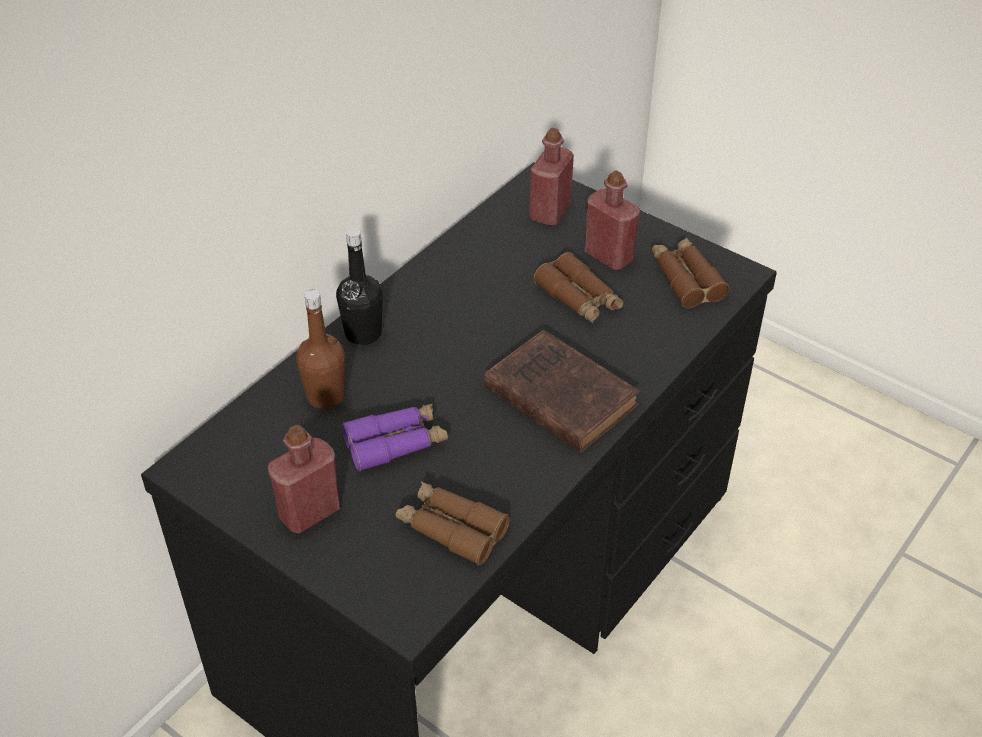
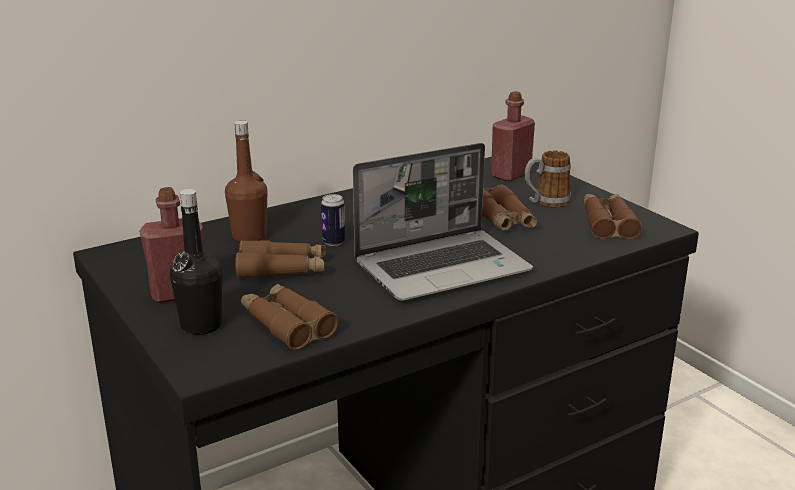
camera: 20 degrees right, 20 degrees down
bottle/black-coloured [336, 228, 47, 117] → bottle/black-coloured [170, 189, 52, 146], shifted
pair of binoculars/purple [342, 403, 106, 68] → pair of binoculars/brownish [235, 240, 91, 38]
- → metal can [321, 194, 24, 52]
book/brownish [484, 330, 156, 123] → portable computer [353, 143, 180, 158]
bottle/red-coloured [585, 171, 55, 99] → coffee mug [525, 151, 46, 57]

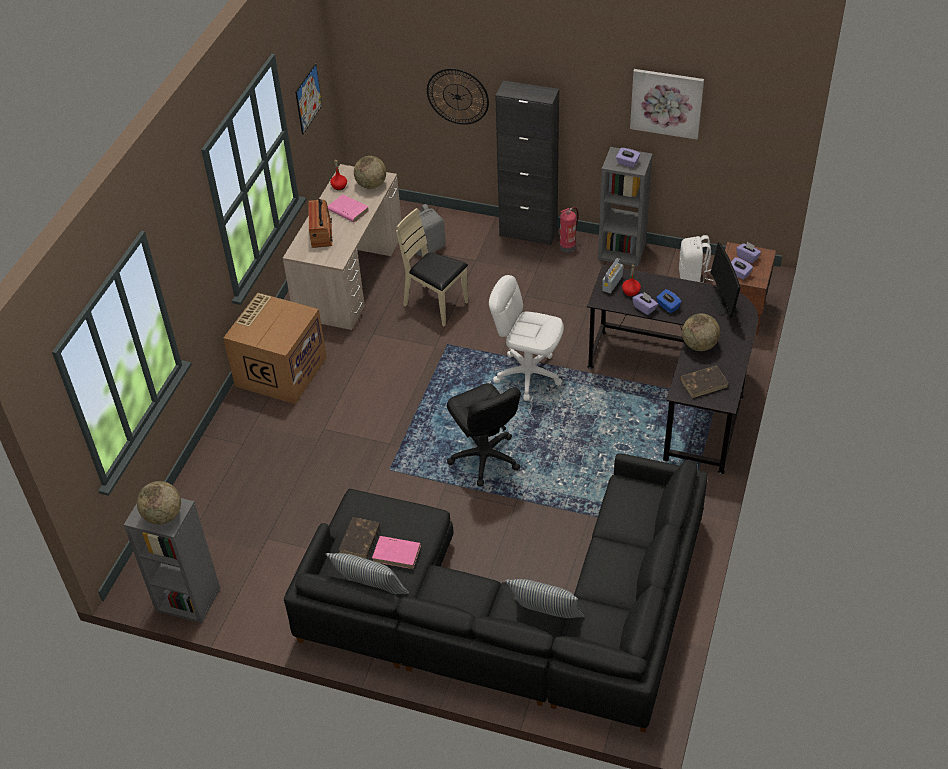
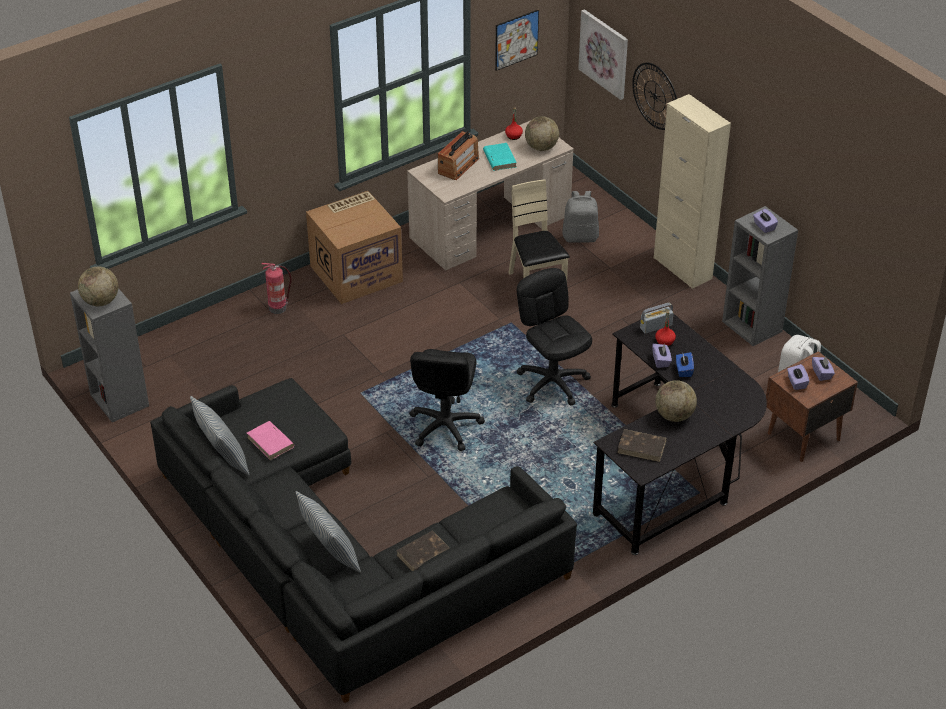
camera: 35 degrees right, 5 degrees down
extinguisher [560, 207, 19, 46] → extinguisher [261, 263, 31, 51], shifted
book/brownish [339, 517, 41, 42] → book/brownish [396, 531, 54, 40], shifted
book/pink-coloured [328, 194, 41, 29] → book/turquoise [483, 143, 34, 28]
office chair/white-coloured [489, 275, 75, 126] → office chair/black-coloured [516, 268, 76, 138]
wall art [630, 69, 74, 71] → wall art [578, 9, 50, 91], shifted
storage cabinet/black-coloured [495, 80, 64, 166] → storage cabinet/beige-coloured [654, 94, 77, 195]
computer display [710, 242, 31, 76] → -

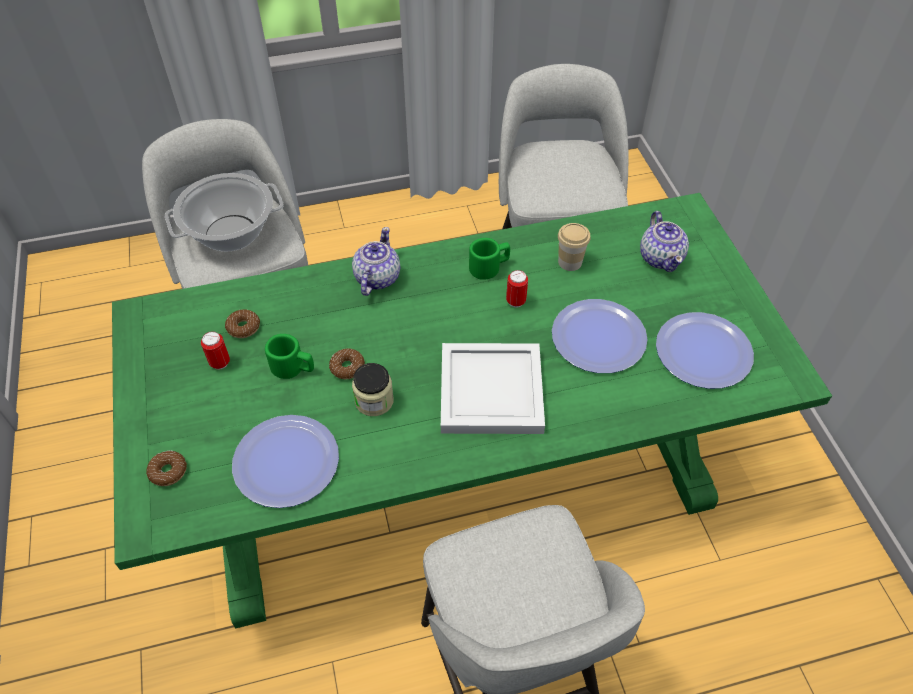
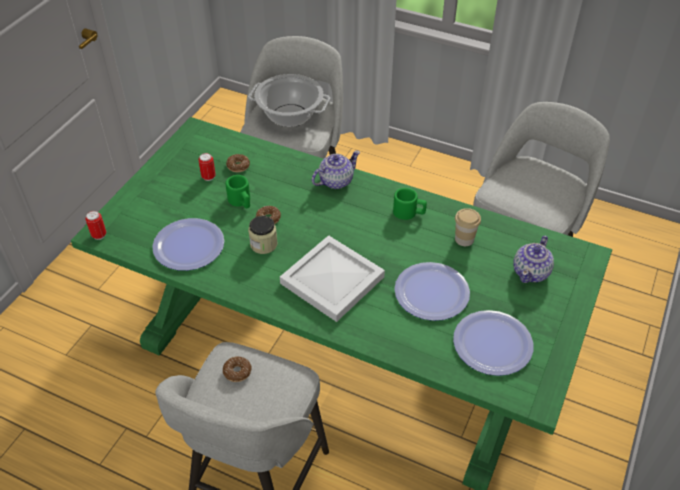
camera: 40 degrees right, 5 degrees down
metal can [506, 270, 22, 38] → metal can [85, 211, 21, 29], shifted
ring doughnut [146, 451, 41, 35] → ring doughnut [223, 356, 29, 26], shifted

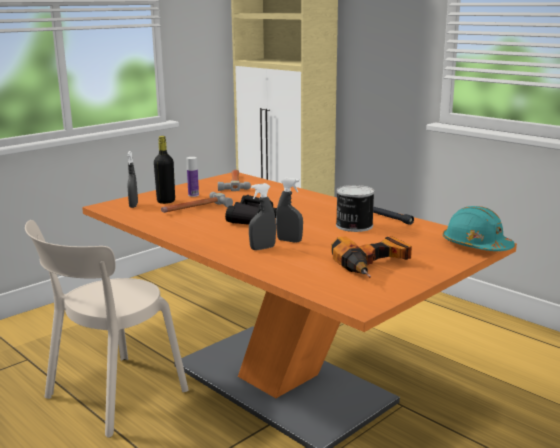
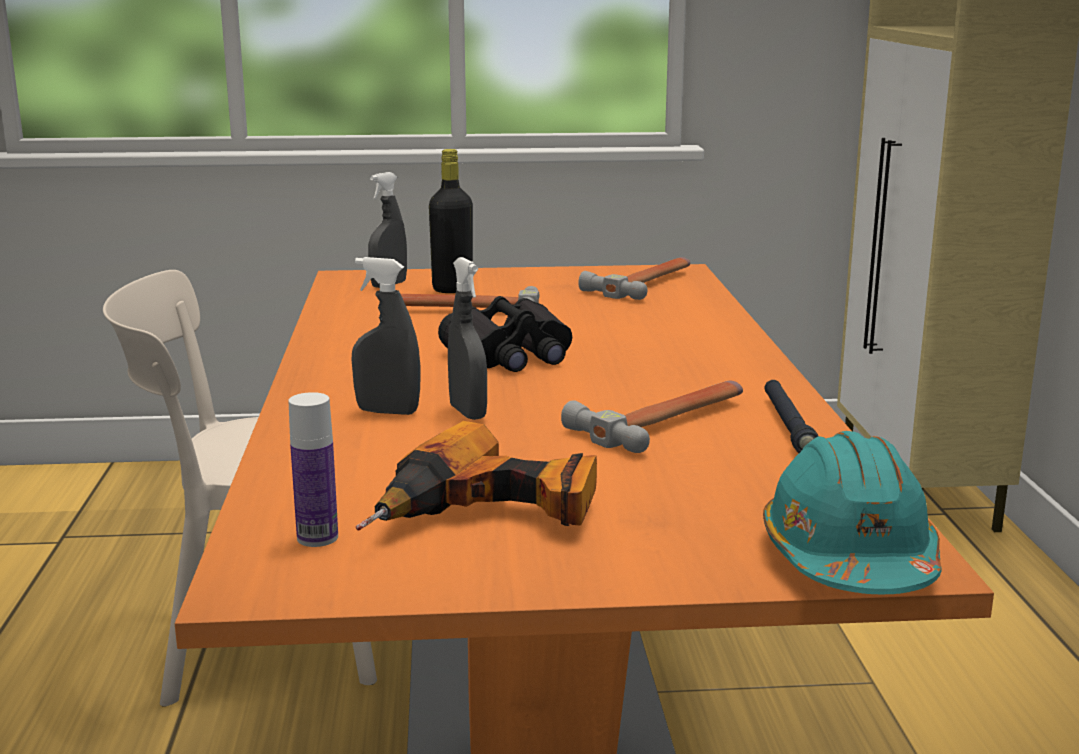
camera: 40 degrees right, 0 degrees up
bottle [187, 157, 12, 40] → bottle [288, 392, 50, 155], shifted
metal can [336, 185, 38, 47] → hand hammer [561, 381, 182, 72]

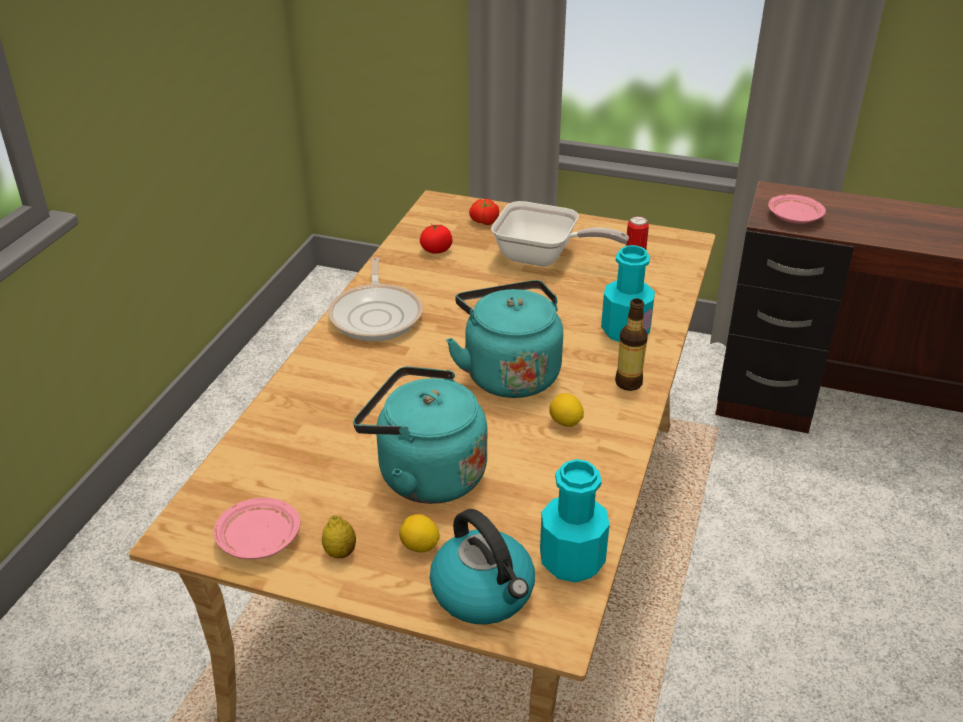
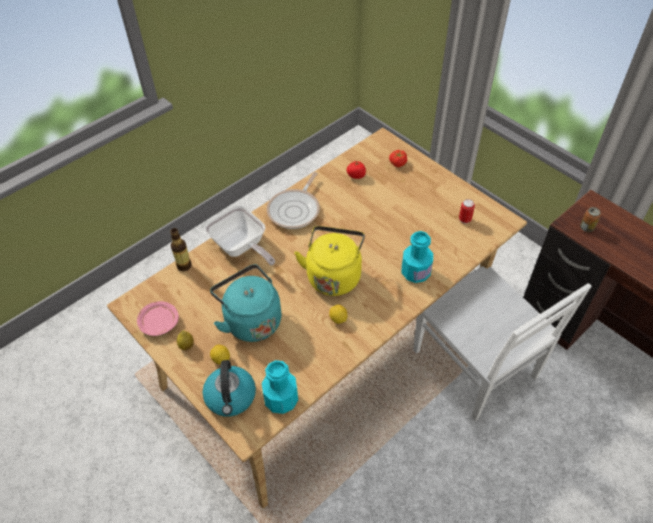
camera: 30 degrees right, 15 degrees up
bottle [615, 299, 33, 92] → bottle [170, 228, 22, 43], shifted
frying pan [491, 201, 138, 65] → frying pan [205, 205, 70, 61], shifted
tea kettle/turquoise [446, 280, 117, 118] → tea kettle/yellow [294, 226, 71, 70]
- → chair/white-coloured [413, 266, 179, 155]
plate/pink-coloured [768, 195, 58, 29] → metal can [580, 207, 21, 25]

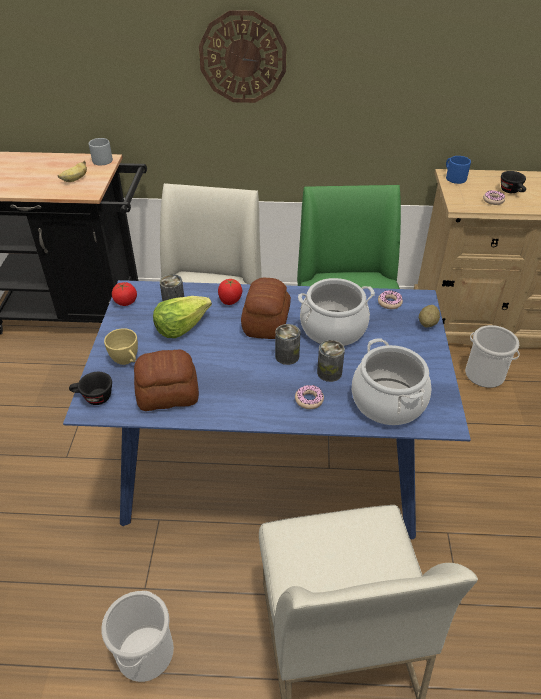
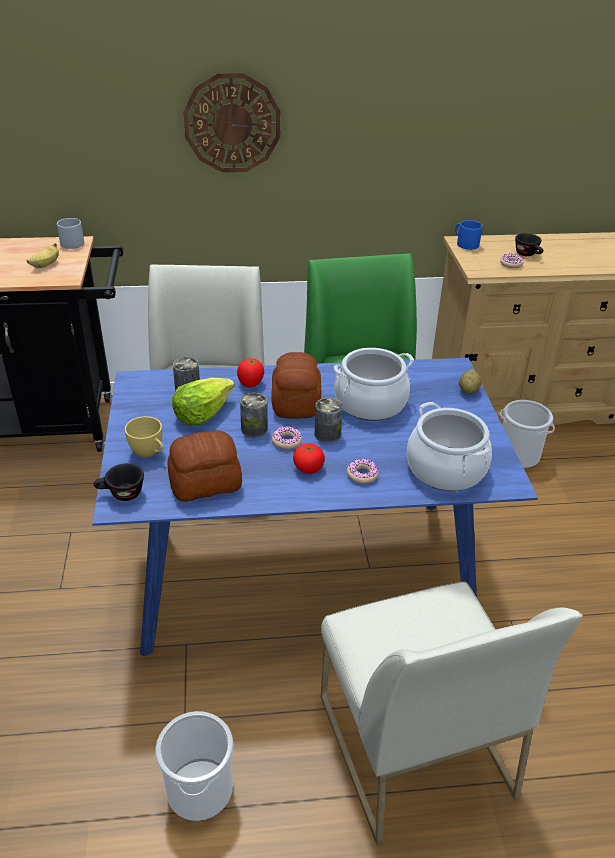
camera: 10 degrees left, 5 degrees down
metal can [317, 340, 28, 42] → metal can [240, 393, 28, 44], shifted
ring doughnut [378, 290, 25, 19] → ring doughnut [272, 426, 30, 24], shifted
fresh tomato [112, 282, 25, 24] → fresh tomato [293, 443, 32, 31], shifted

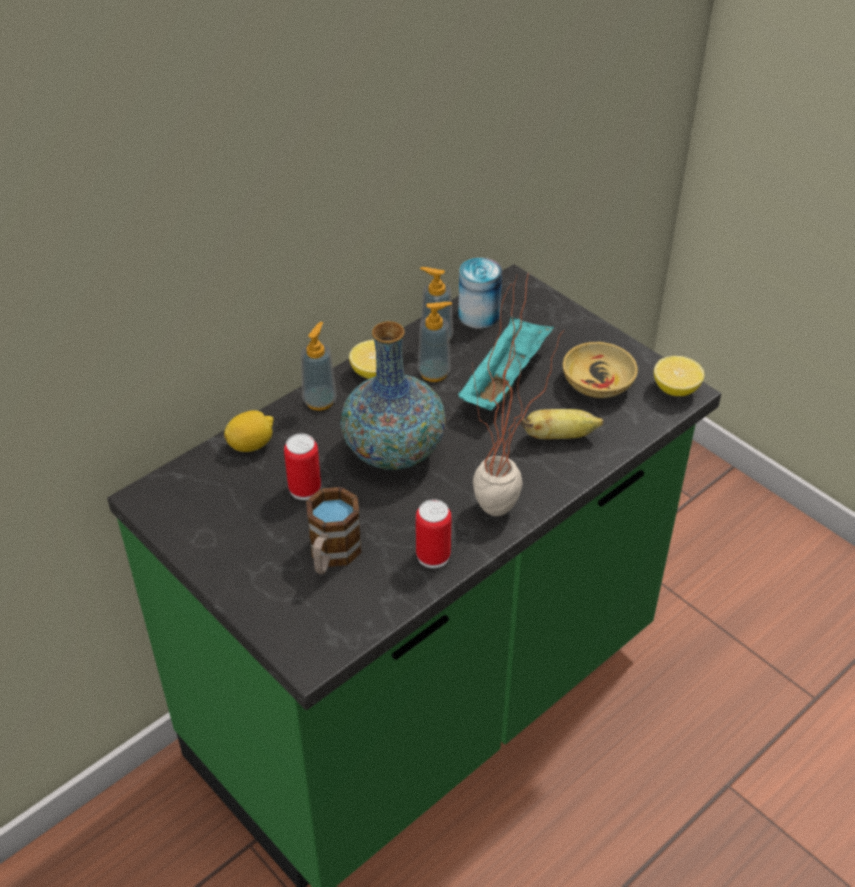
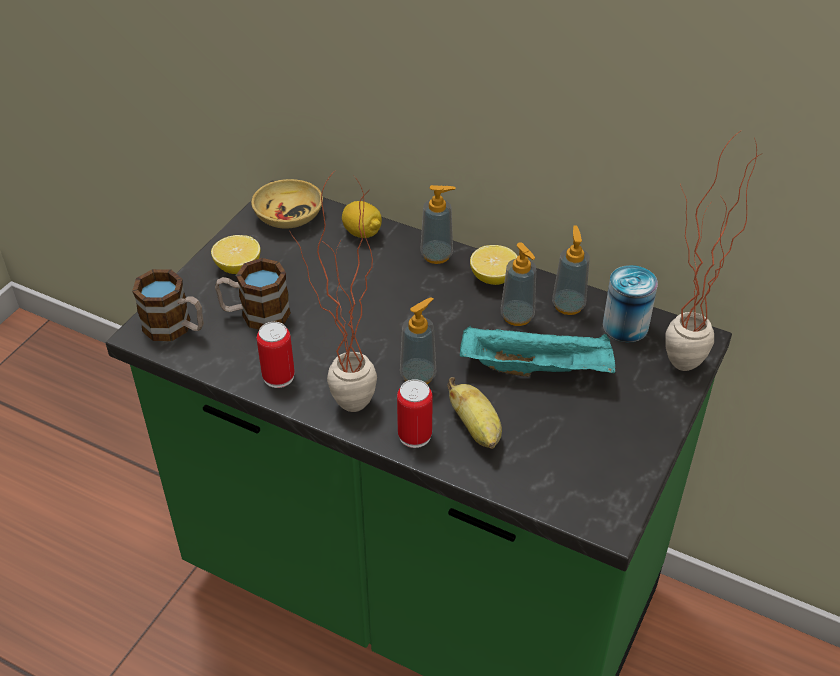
camera: 70 degrees right, 0 degrees up
- → coffee mug [132, 269, 72, 72]
citrus fruit [654, 356, 50, 40] → citrus fruit [211, 235, 49, 39], shifted
serving bowl/beige-coloured [562, 342, 76, 56] → serving bowl/beige-coloured [251, 179, 72, 50], shifted
metal can [284, 433, 37, 67] → metal can [397, 379, 36, 69], shifted
- → soap bottle [400, 297, 37, 87]
- → houseplant [665, 130, 98, 241]
vase [340, 321, 105, 149] → -

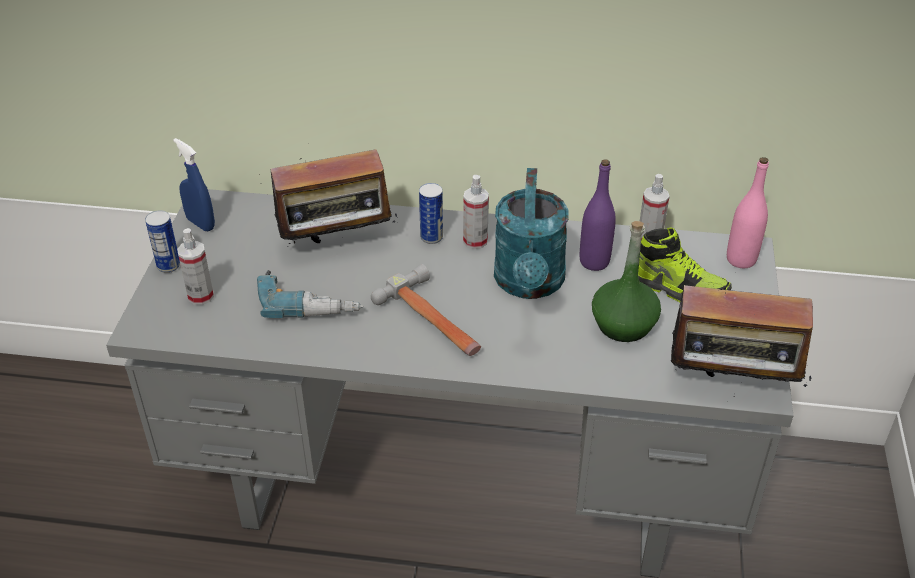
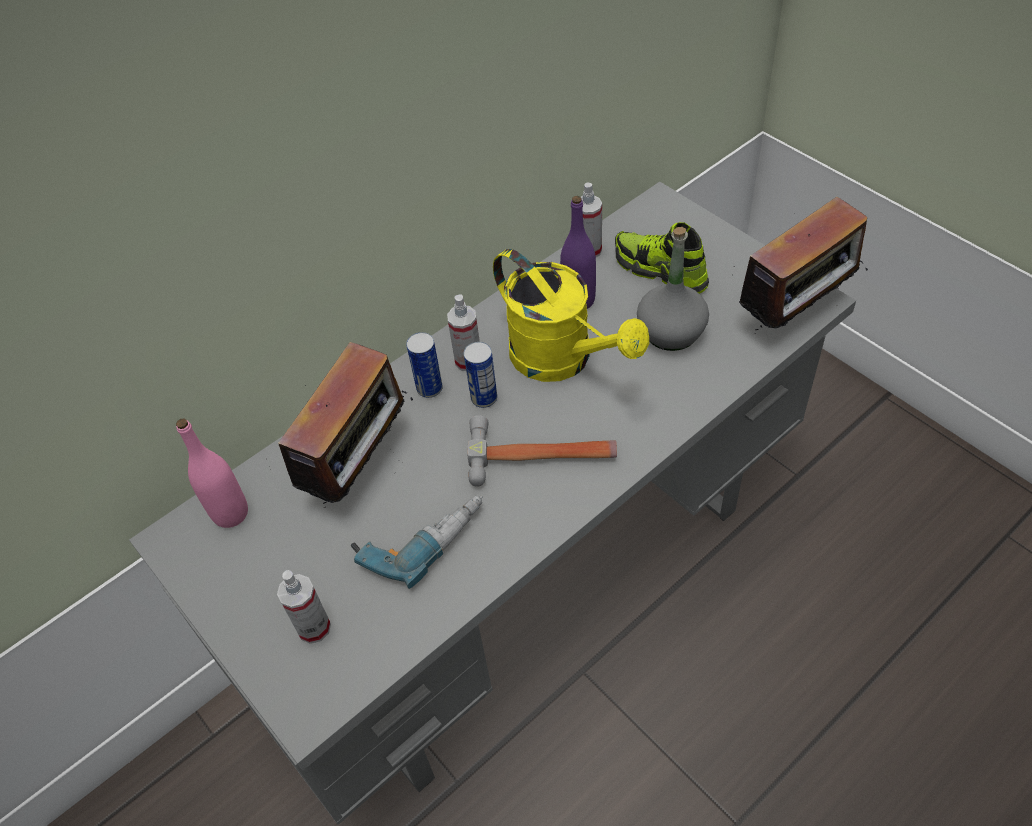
camera: 45 degrees left, 10 degrees up
bottle/pink-coloured [727, 157, 42, 111] → bottle/pink-coloured [176, 418, 72, 110], shifted
metal can [145, 210, 35, 63] → metal can [464, 342, 33, 66], shifted
sprinkling can/turquoise [494, 168, 75, 131] → sprinkling can/yellow [493, 249, 156, 133]
shoe [638, 228, 94, 74] → shoe [615, 222, 94, 72], 120 degrees counterclockwise
bottle/green [592, 221, 69, 121] → bottle/gray [637, 227, 72, 124]
hand sprayer/blue-coloured [173, 138, 42, 93] → -

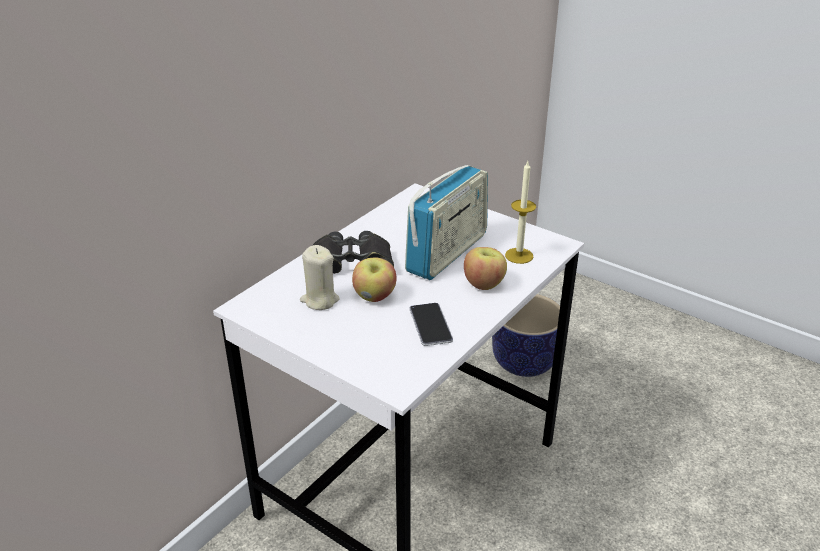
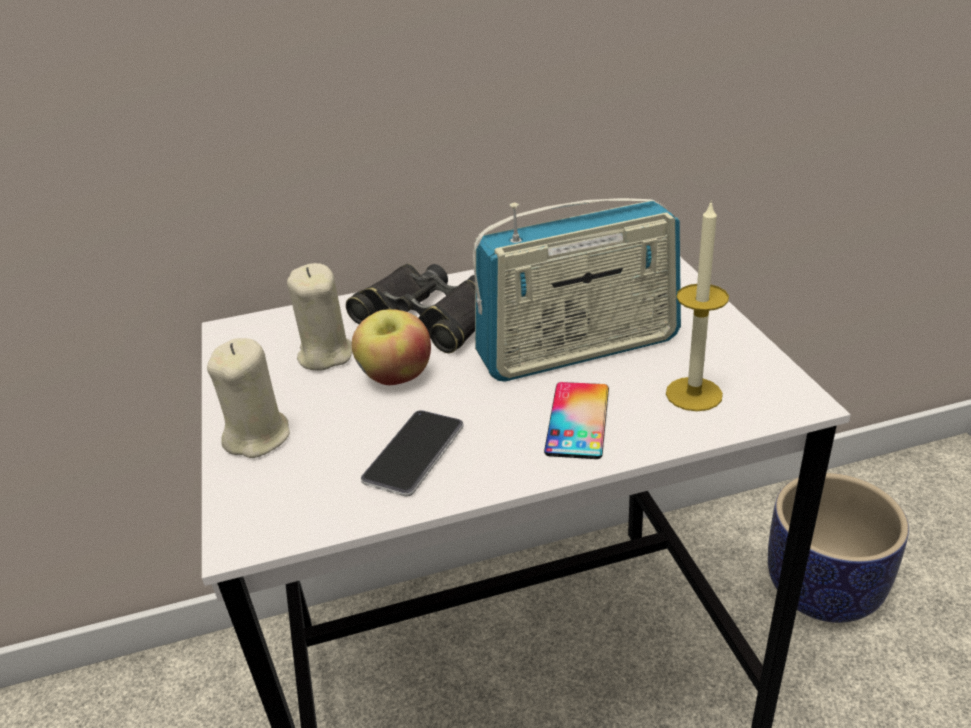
camera: 40 degrees right, 0 degrees up
- → wax light/beige-coloured [207, 338, 83, 120]
apple [464, 247, 43, 43] → telephone [544, 382, 65, 77]

